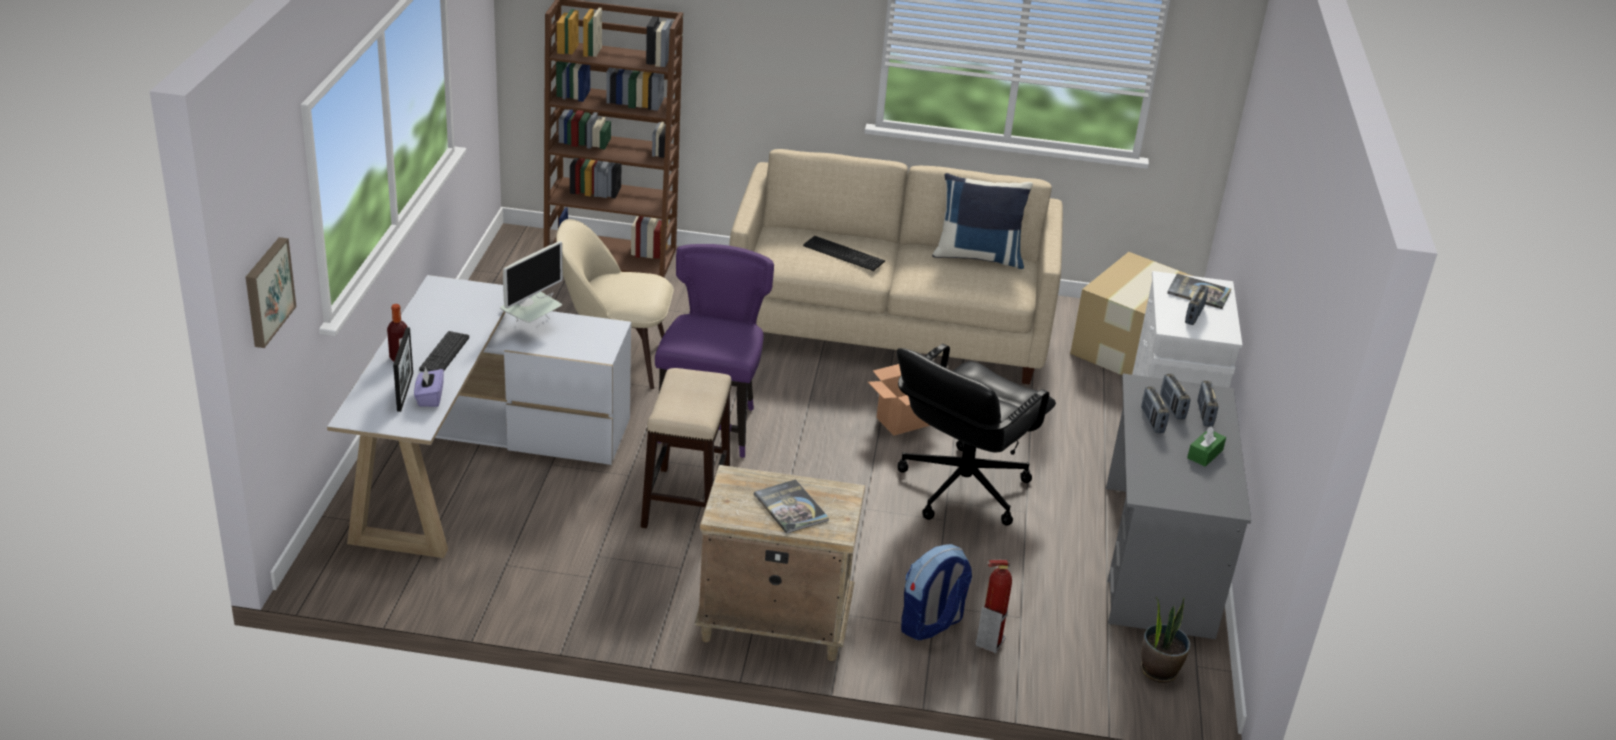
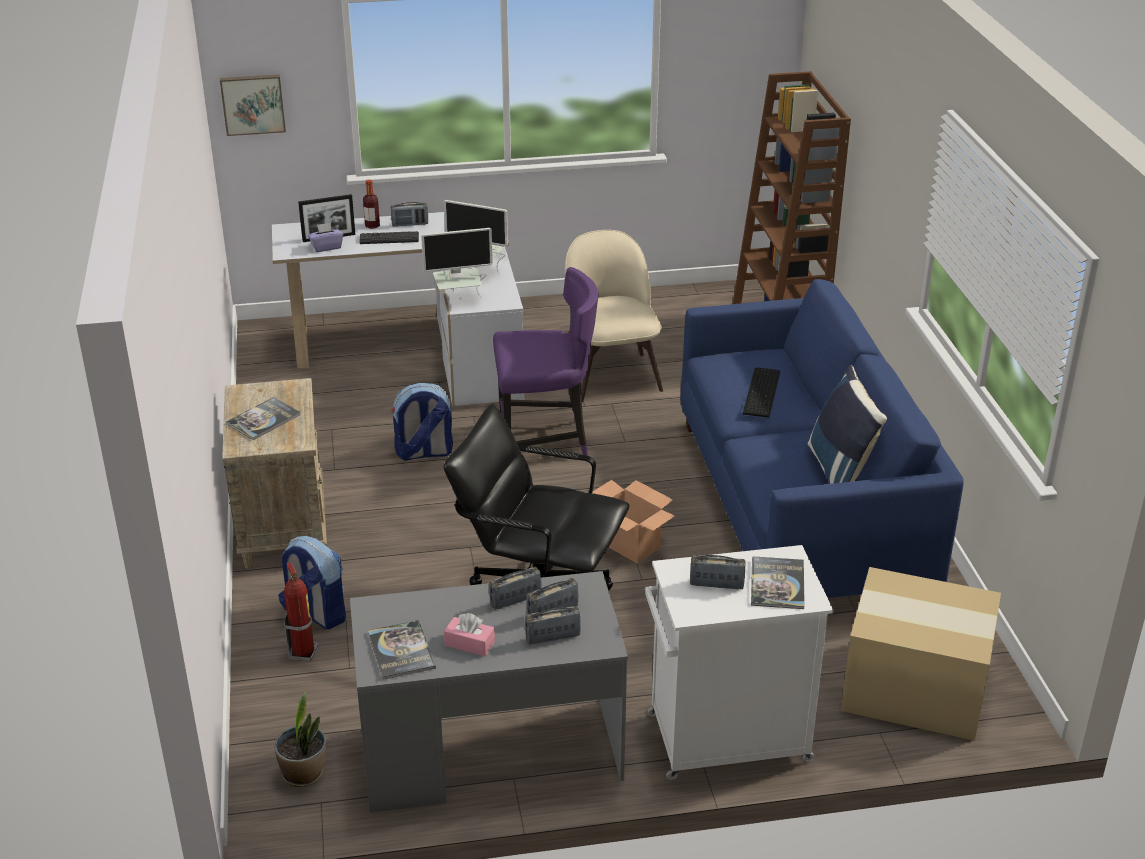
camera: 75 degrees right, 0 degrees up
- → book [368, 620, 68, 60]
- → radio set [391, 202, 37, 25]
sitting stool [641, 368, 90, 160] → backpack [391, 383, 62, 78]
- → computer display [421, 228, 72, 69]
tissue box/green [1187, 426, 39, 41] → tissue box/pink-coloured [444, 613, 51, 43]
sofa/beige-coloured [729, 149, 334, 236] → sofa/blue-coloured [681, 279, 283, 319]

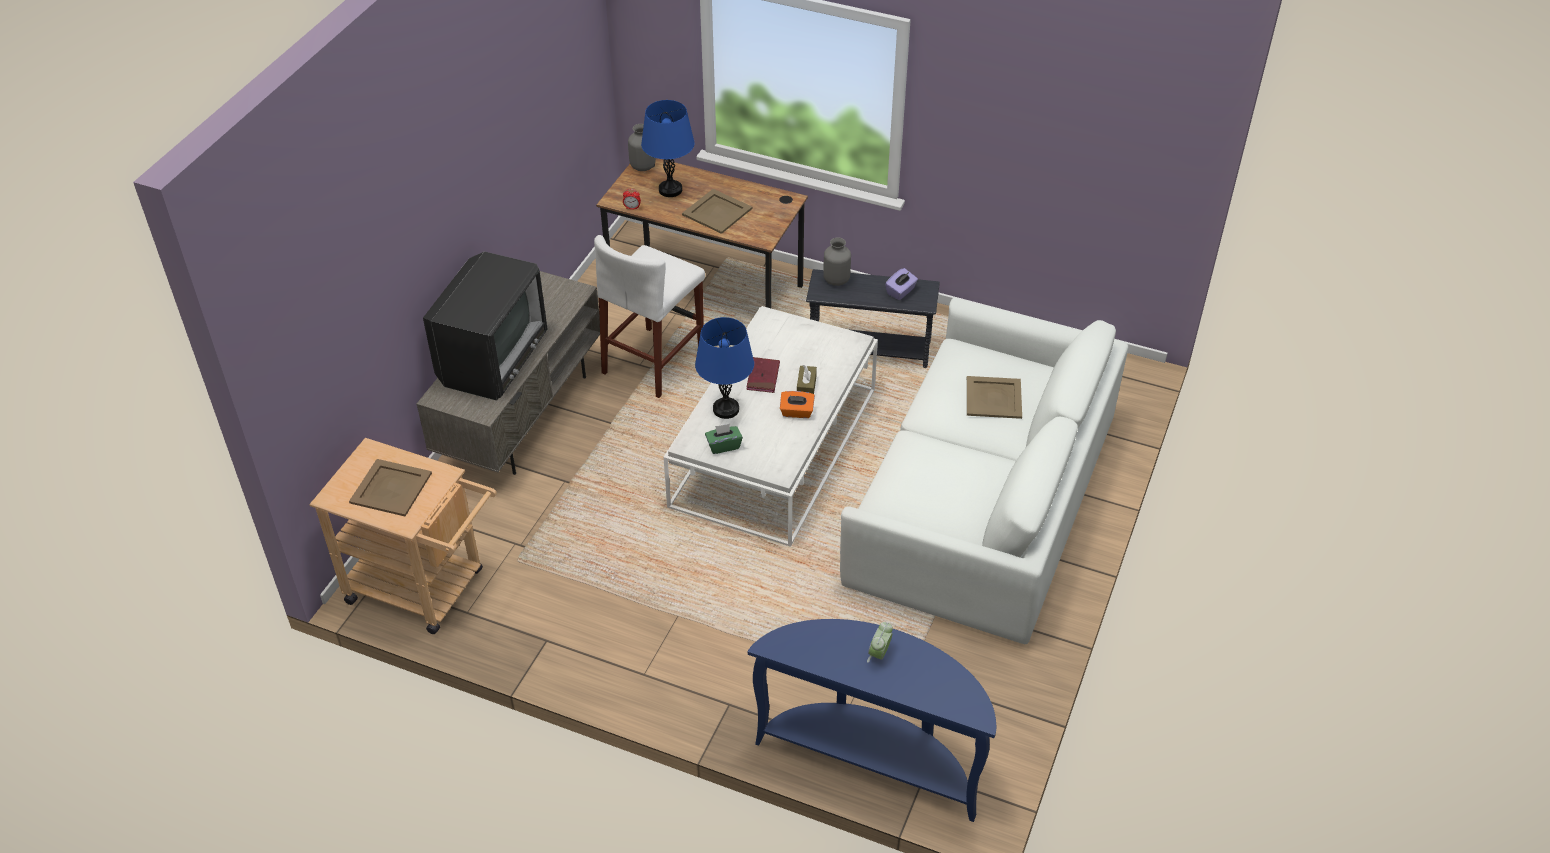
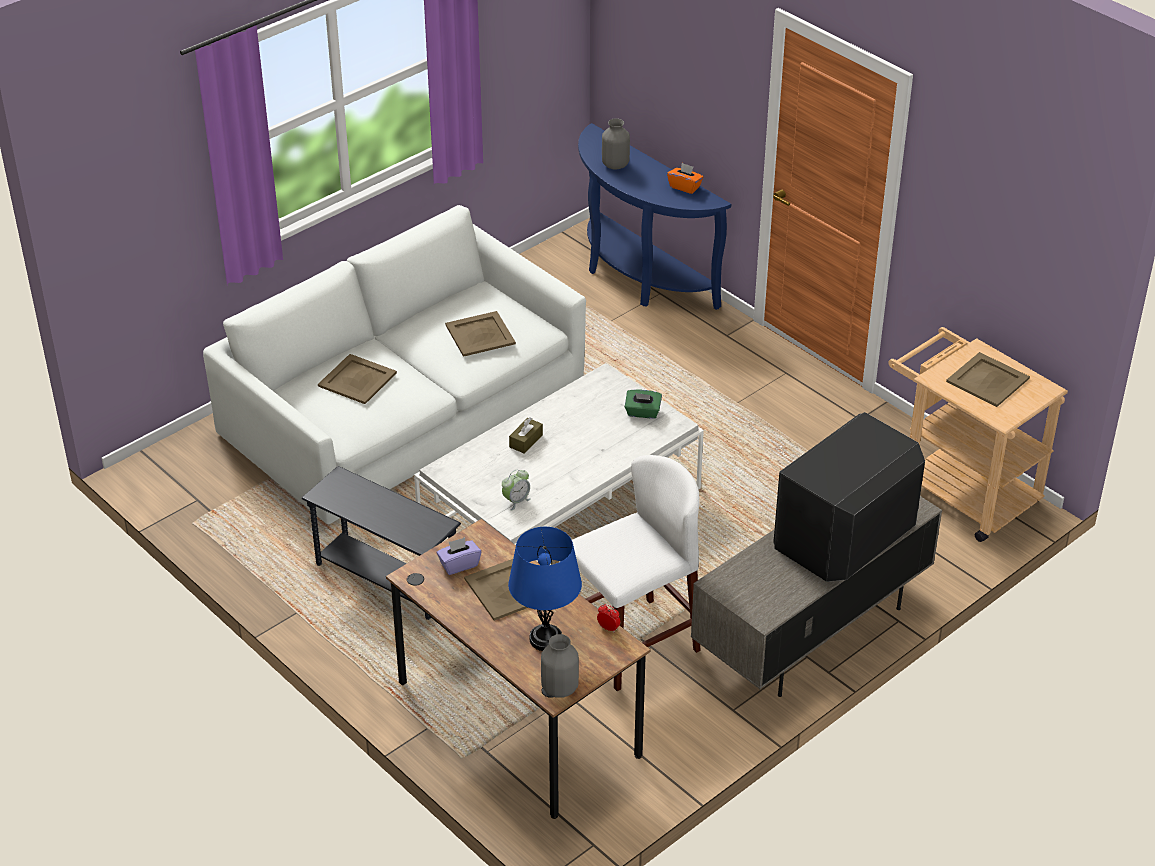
camera: 155 degrees left, 5 degrees down
tissue box/purple [885, 268, 33, 32] → tissue box/purple [437, 537, 44, 38], shifted
- → serving tray/beige-coloured [445, 311, 71, 46]
table clock [867, 622, 26, 41] → table clock [502, 470, 29, 41], shifted
vase/gray [823, 238, 28, 48] → vase/gray [602, 118, 28, 51], shifted
tissue box/orangey [780, 391, 35, 27] → tissue box/orangey [667, 163, 36, 31], shifted
lamp for a table/blue-coloured [695, 317, 59, 102] → -
book/red-coloured [746, 357, 34, 36] → -

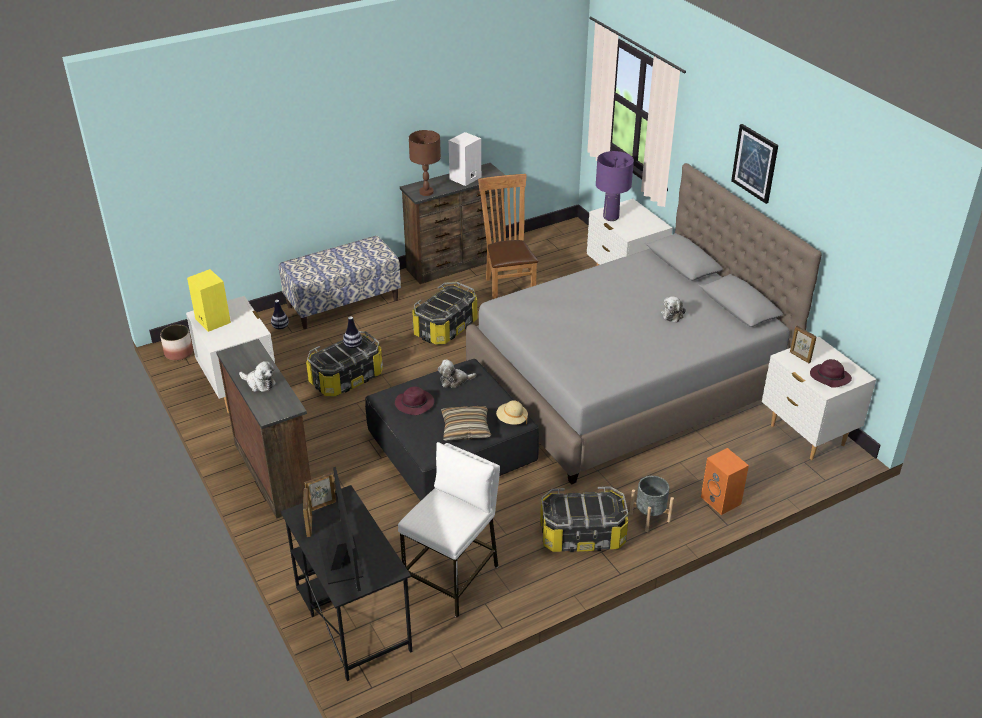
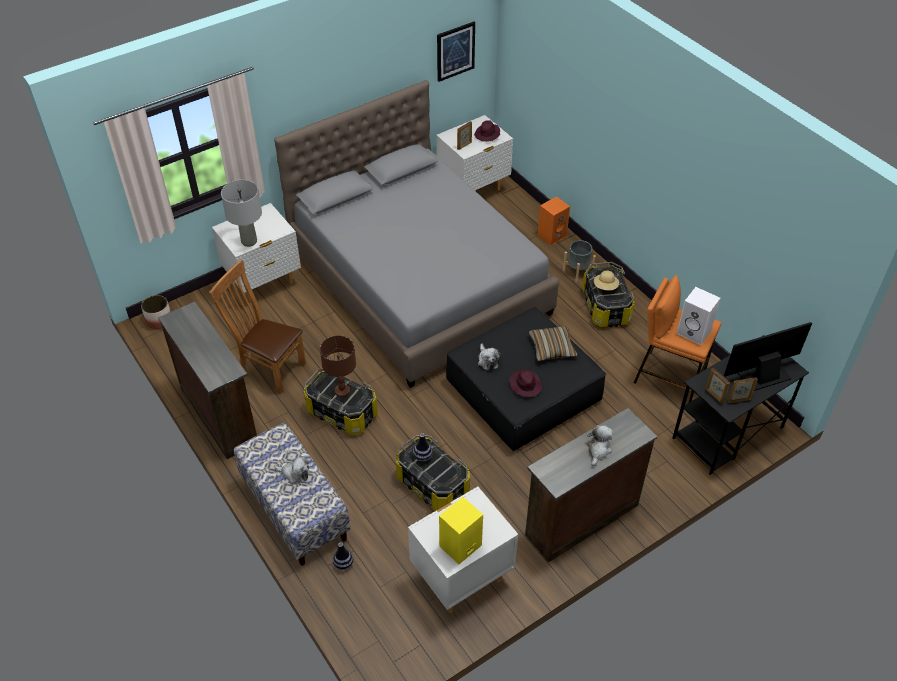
camera: 95 degrees left, 10 degrees up
flower pot [160, 324, 33, 37] → flower pot [141, 295, 30, 34], shifted
chair/brownish [478, 174, 60, 125] → chair/brownish [209, 260, 97, 134], 45 degrees clockwise
lamp for a table/purple [596, 151, 38, 70] → lamp for a table/gray [221, 180, 41, 67]
soft toy [661, 296, 25, 27] → soft toy [274, 456, 36, 28], shifted
lamp for a table/brownish [409, 130, 32, 66] → lamp for a table/brownish [320, 335, 36, 62], shifted
wall art [731, 124, 47, 80] → wall art [437, 21, 38, 61], shifted
hat/beige-coloured [496, 400, 32, 25] → hat/beige-coloured [594, 271, 25, 19], shifted
sitting stool/white-coloured [398, 442, 102, 176] → sitting stool/orangey [634, 275, 88, 127]
loudspeaker/white-coloured [449, 132, 32, 54] → loudspeaker/white-coloured [677, 287, 43, 58], shifted

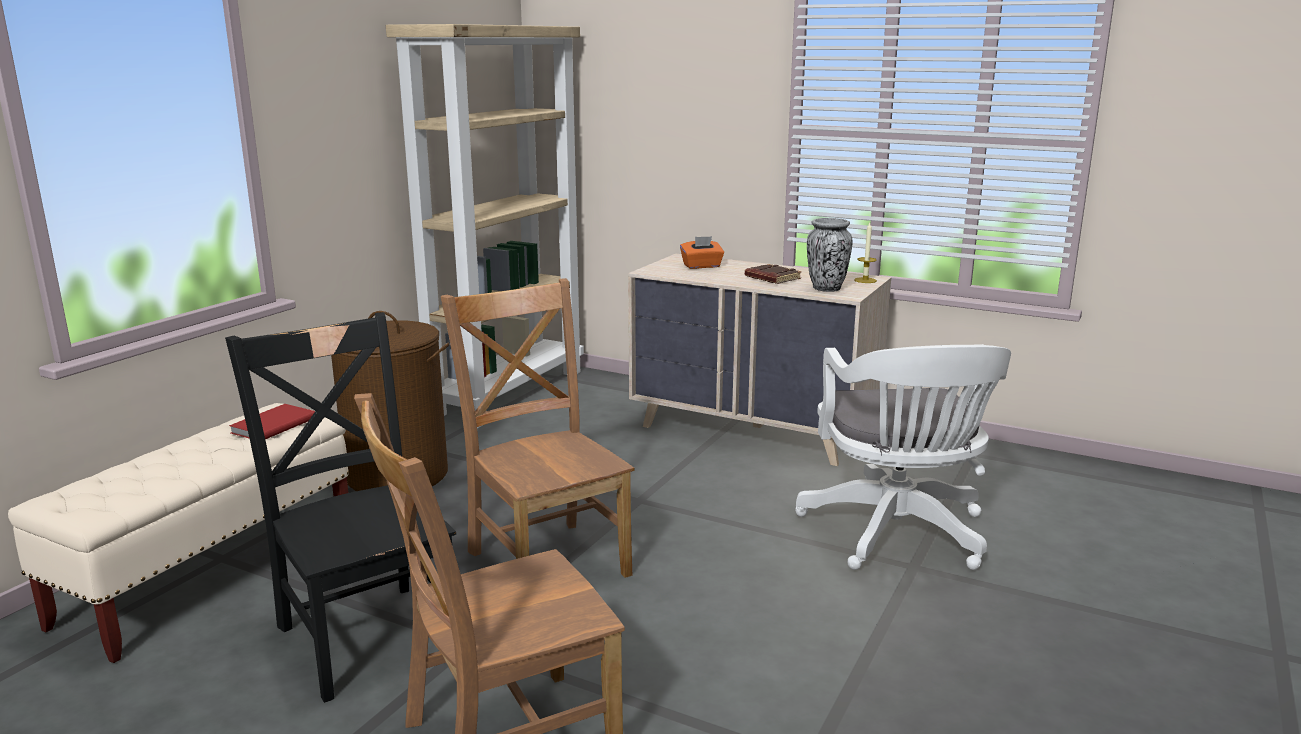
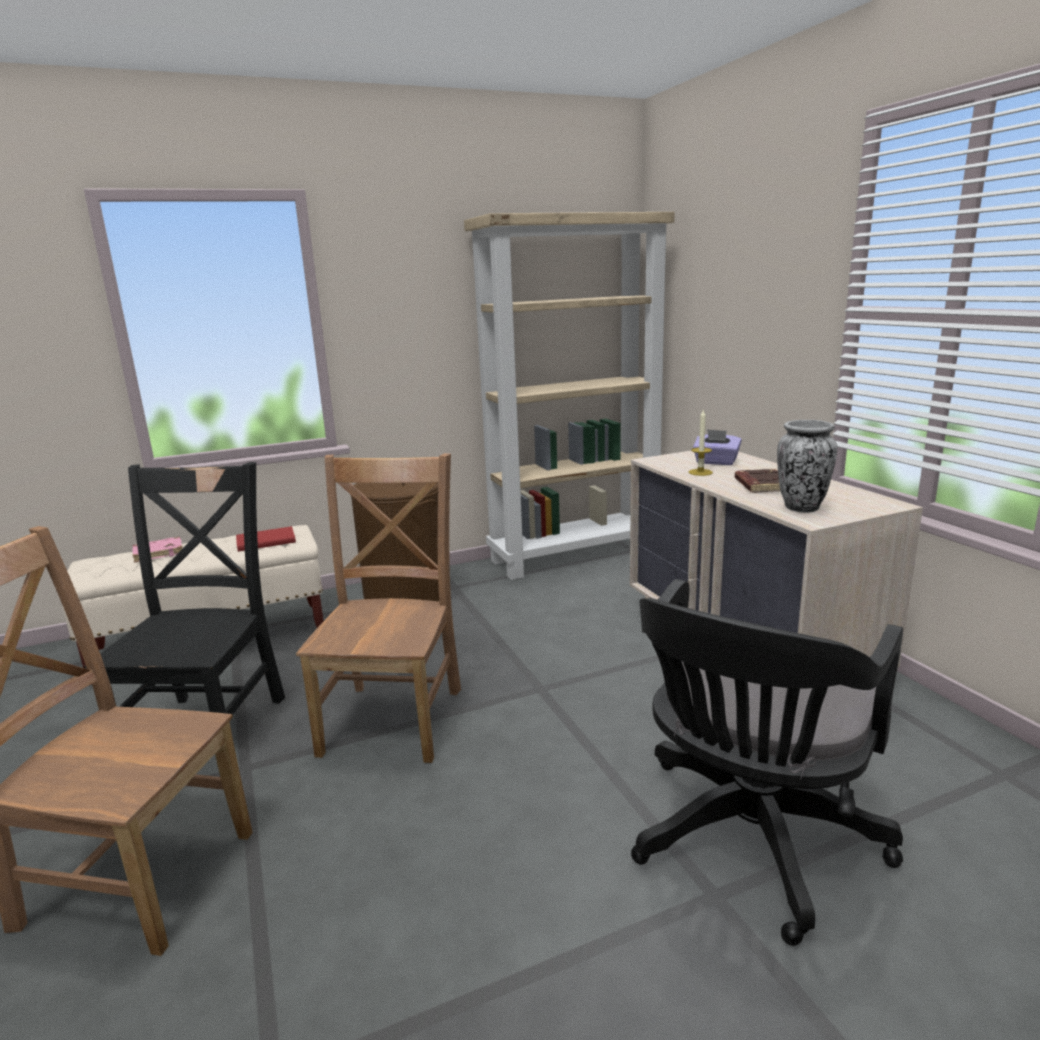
camera: 40 degrees right, 0 degrees up
- → book/pink-coloured [132, 537, 50, 26]
office chair/white-coloured [795, 344, 216, 226] → office chair/black-coloured [631, 579, 272, 367]
wax light [854, 223, 23, 60] → wax light [689, 410, 24, 66], shifted
tissue box/orangey [680, 236, 44, 33] → tissue box/purple [693, 429, 49, 36]

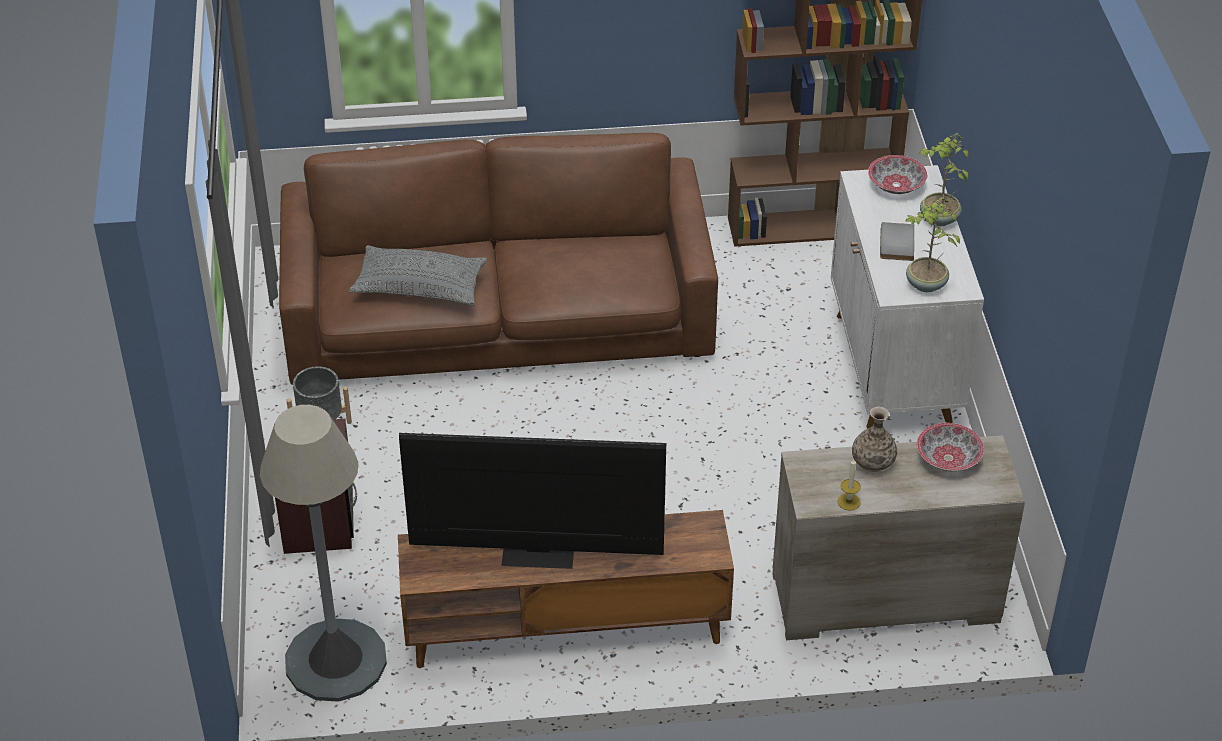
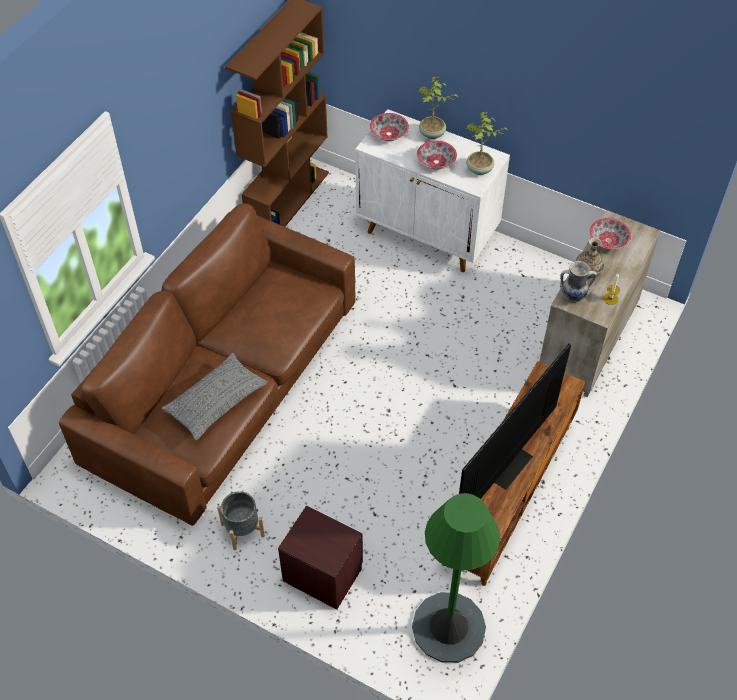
camera: 55 degrees left, 10 degrees up
standing lamp/gray [260, 405, 127, 297] → standing lamp/green [412, 493, 88, 170]
book/gray [880, 222, 34, 39] → serving bowl [417, 140, 40, 30]
- → vase [560, 261, 37, 42]

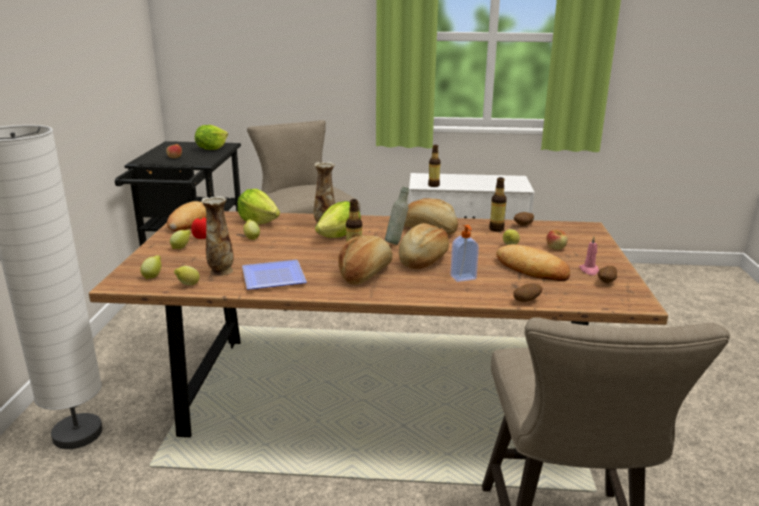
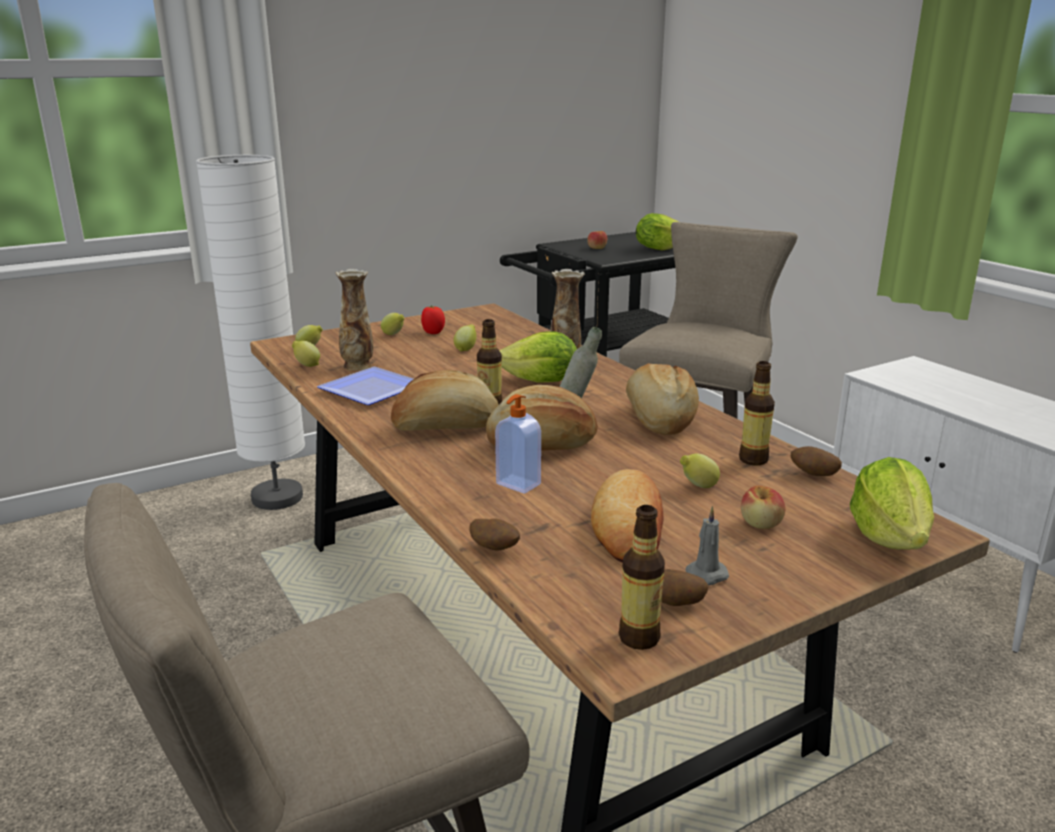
camera: 55 degrees right, 0 degrees up
bottle [428, 145, 13, 42] → bottle [619, 505, 46, 145], shifted
wax light/pink-coloured [579, 237, 20, 38] → wax light/gray [685, 506, 44, 79]
lettuce [237, 189, 43, 36] → lettuce [850, 457, 84, 93], shifted
baked bread [167, 201, 39, 31] → -

